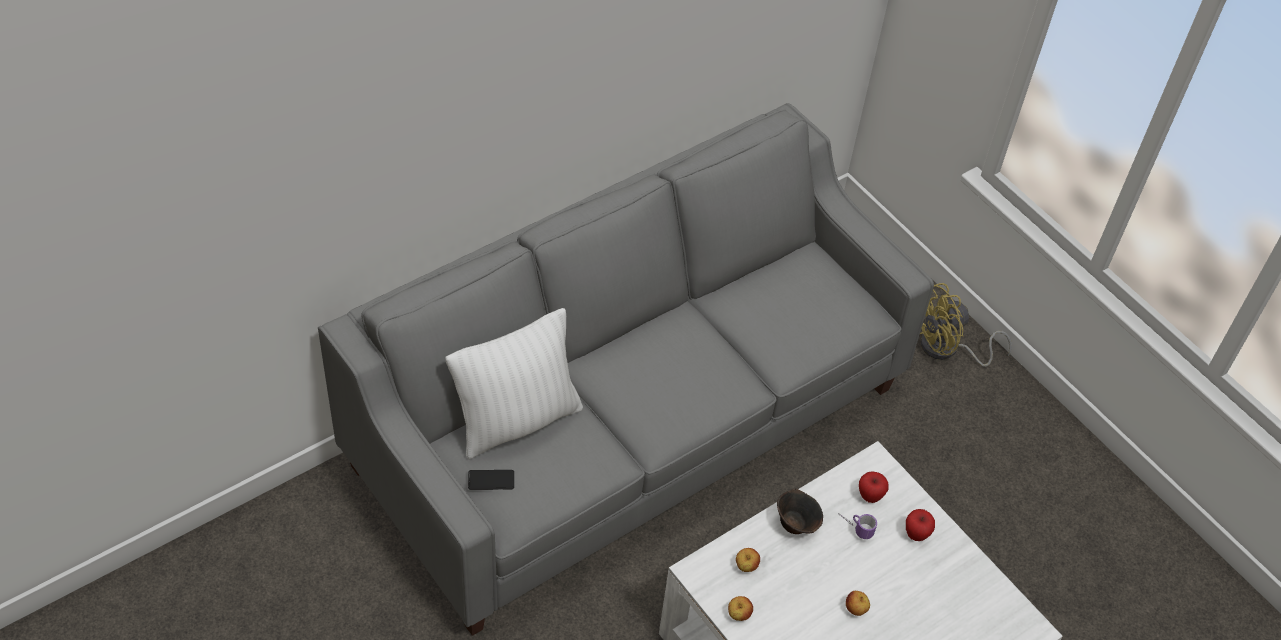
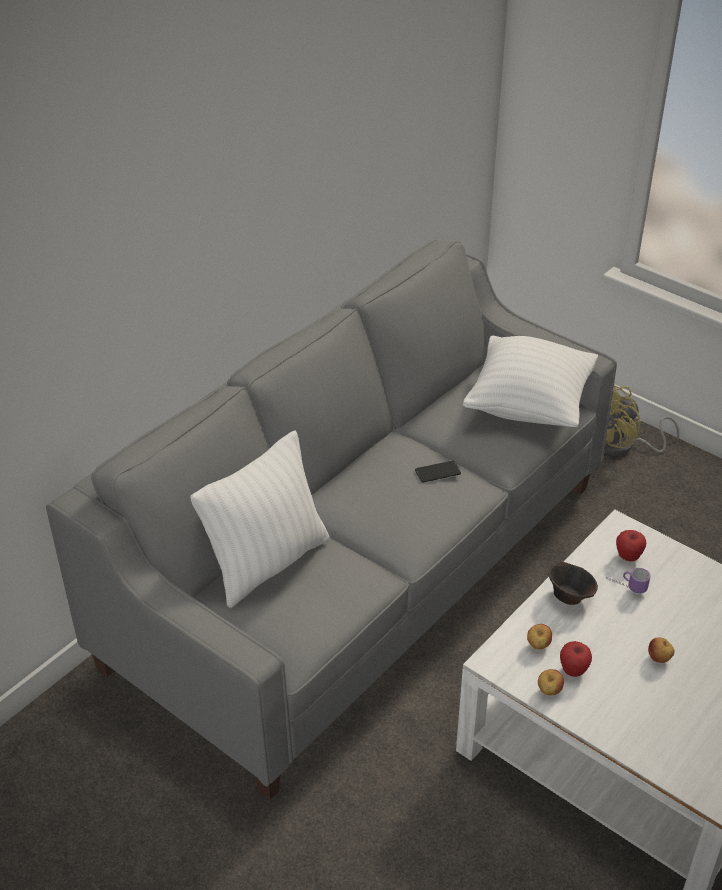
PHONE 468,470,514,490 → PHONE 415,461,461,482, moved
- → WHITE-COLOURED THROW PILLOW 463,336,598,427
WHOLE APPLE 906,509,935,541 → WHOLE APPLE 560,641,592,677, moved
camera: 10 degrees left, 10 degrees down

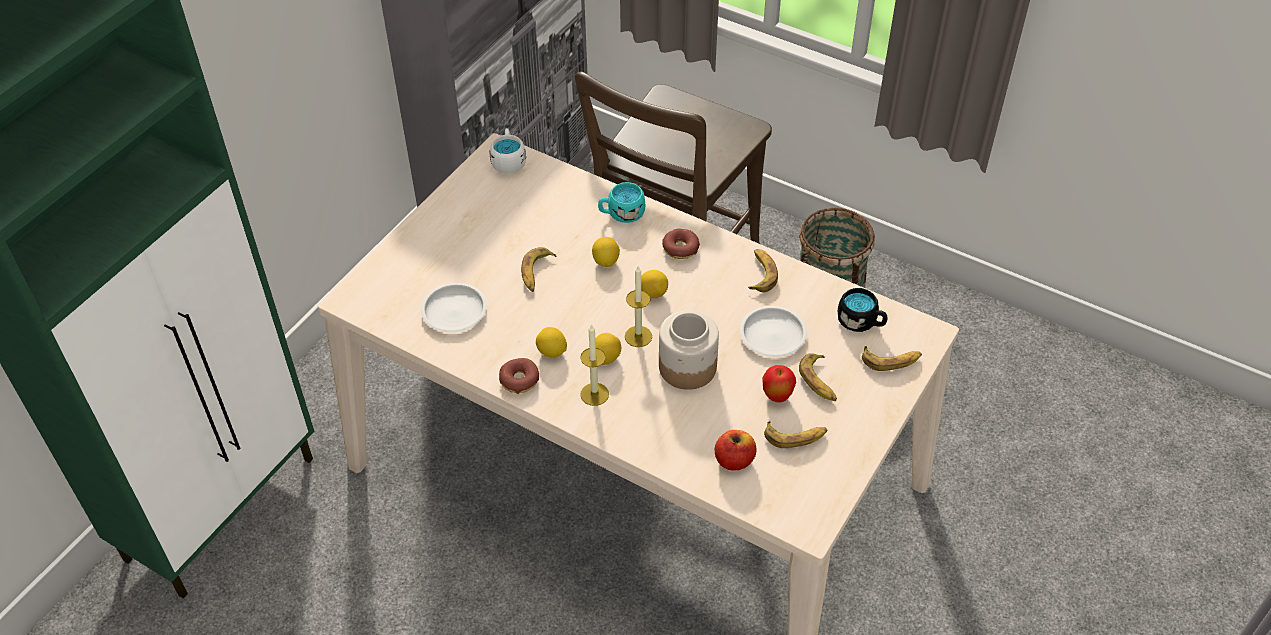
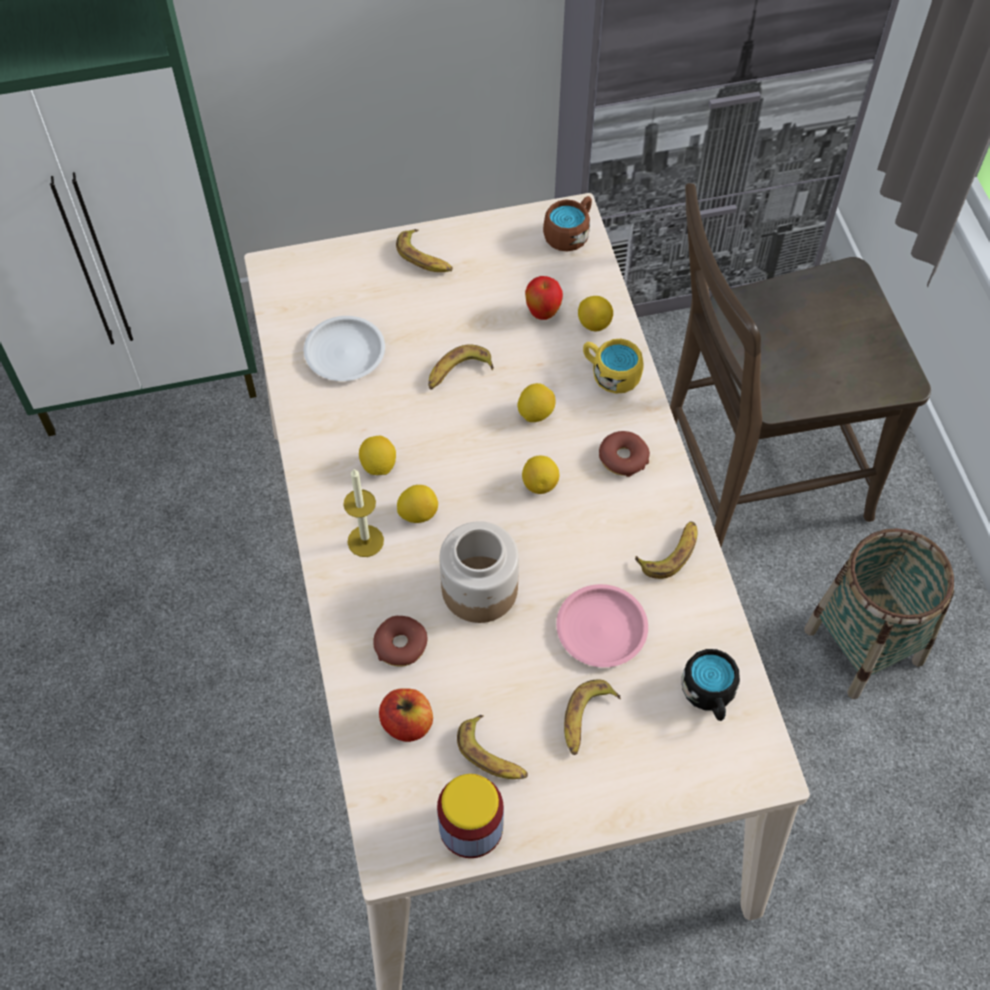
RING DOUGHNUT 499,358,539,394 → RING DOUGHNUT 373,616,428,667, moved
BANANA FRUIT 862,346,922,371 → BANANA FRUIT 396,229,453,272, moved
- → JAR 437,774,504,858
WHOLE APPLE 762,365,796,403 → WHOLE APPLE 525,276,563,320, moved
WHITE-COLOURED TEA MUG 490,128,526,174 → BROWN-COLOURED TEA MUG 543,196,592,251
WHITE-COLOURED FLAT DISH 740,306,807,357 → PINKISH FLAT DISH 556,584,648,667
- → LEMON 578,296,613,331
TURQUOISE-COLOURED TEA MUG 598,182,645,223 → YELLOW-COLOURED TEA MUG 583,339,644,393
WAX LIGHT 625,266,652,347 → -
camera: 45 degrees right, 10 degrees up

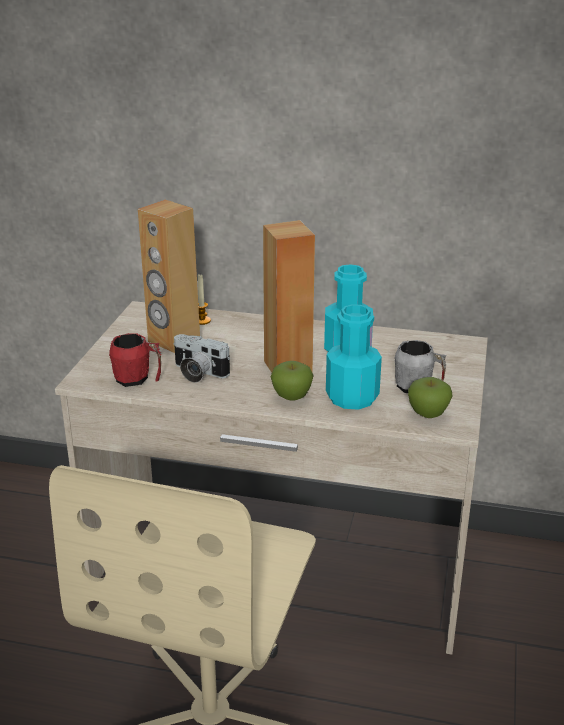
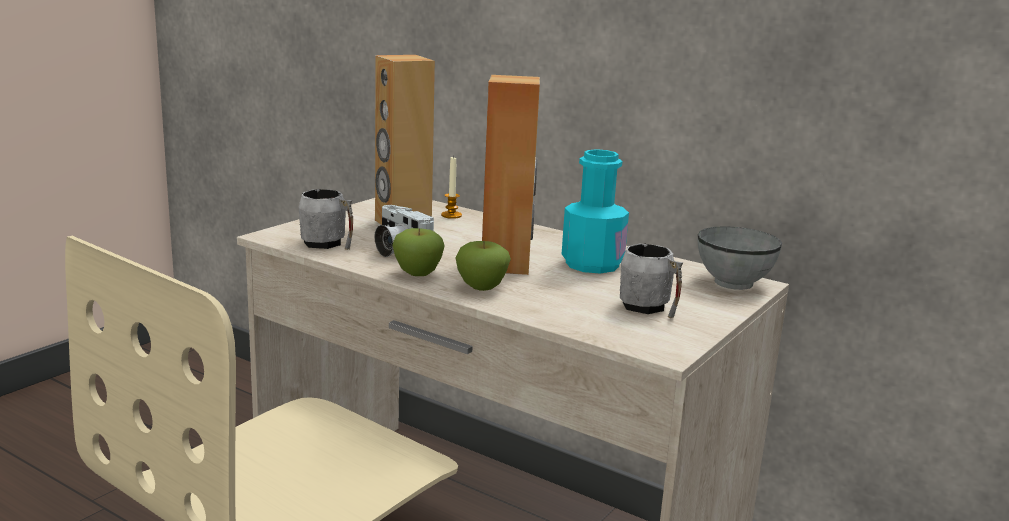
REDDISH TEA MUG 109,333,161,387 → GREYISH TEA MUG 299,189,353,250
WHOLE APPLE 408,377,452,418 → WHOLE APPLE 392,228,445,276, moved
- → GREYISH BOWL 698,226,782,290
TURQUOISE-COLOURED BOTTLE 326,304,382,410 → -
camera: 20 degrees right, 10 degrees down

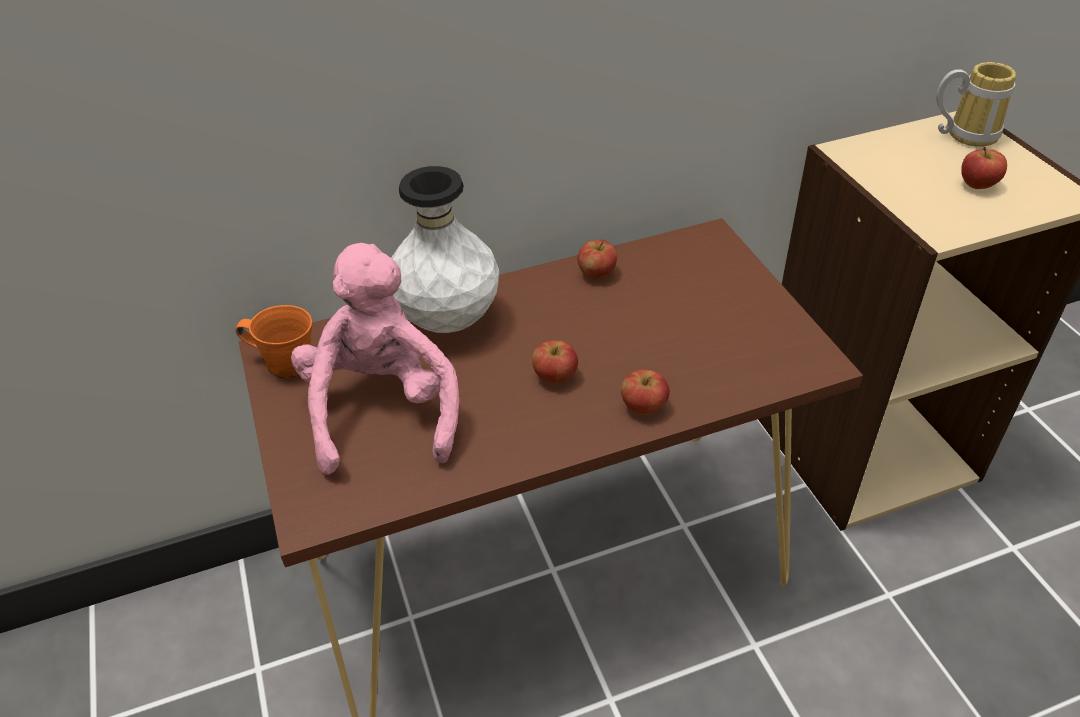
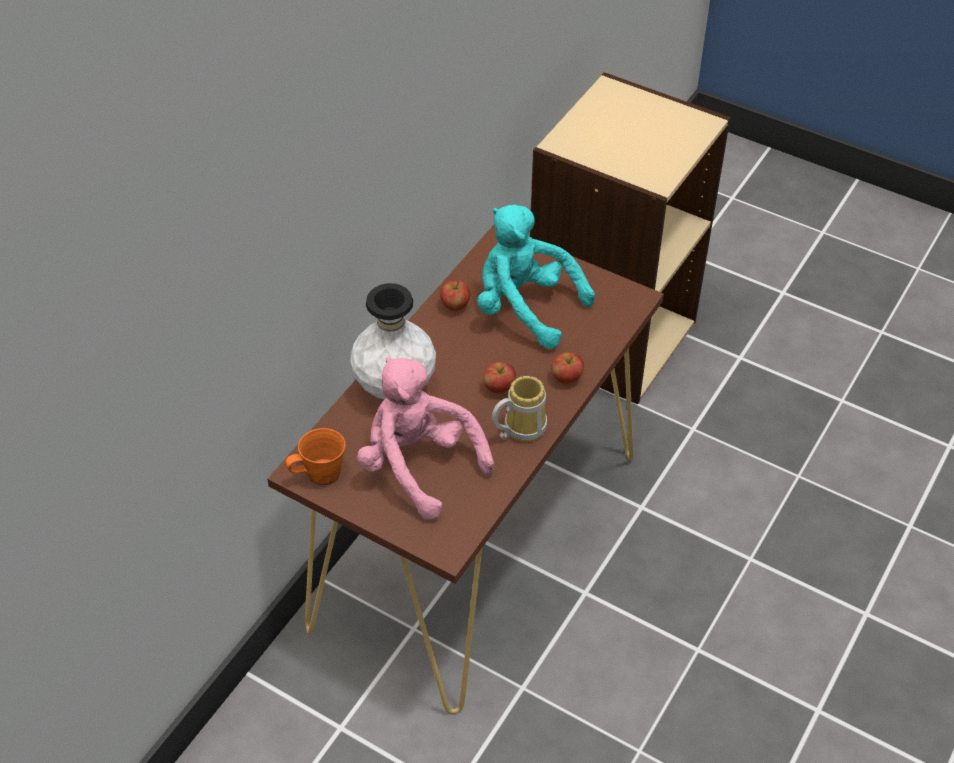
- → TURQUOISE-COLOURED CUDDLY TOY 477,204,595,349
TEA MUG 936,62,1016,147 → TEA MUG 492,376,547,442, moved
WHOLE APPLE 961,147,1007,189 → -
camera: 40 degrees left, 5 degrees up

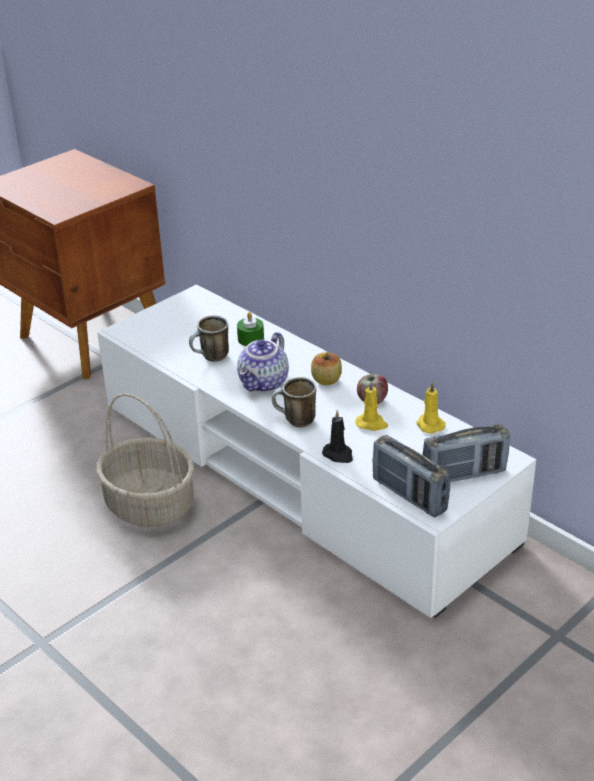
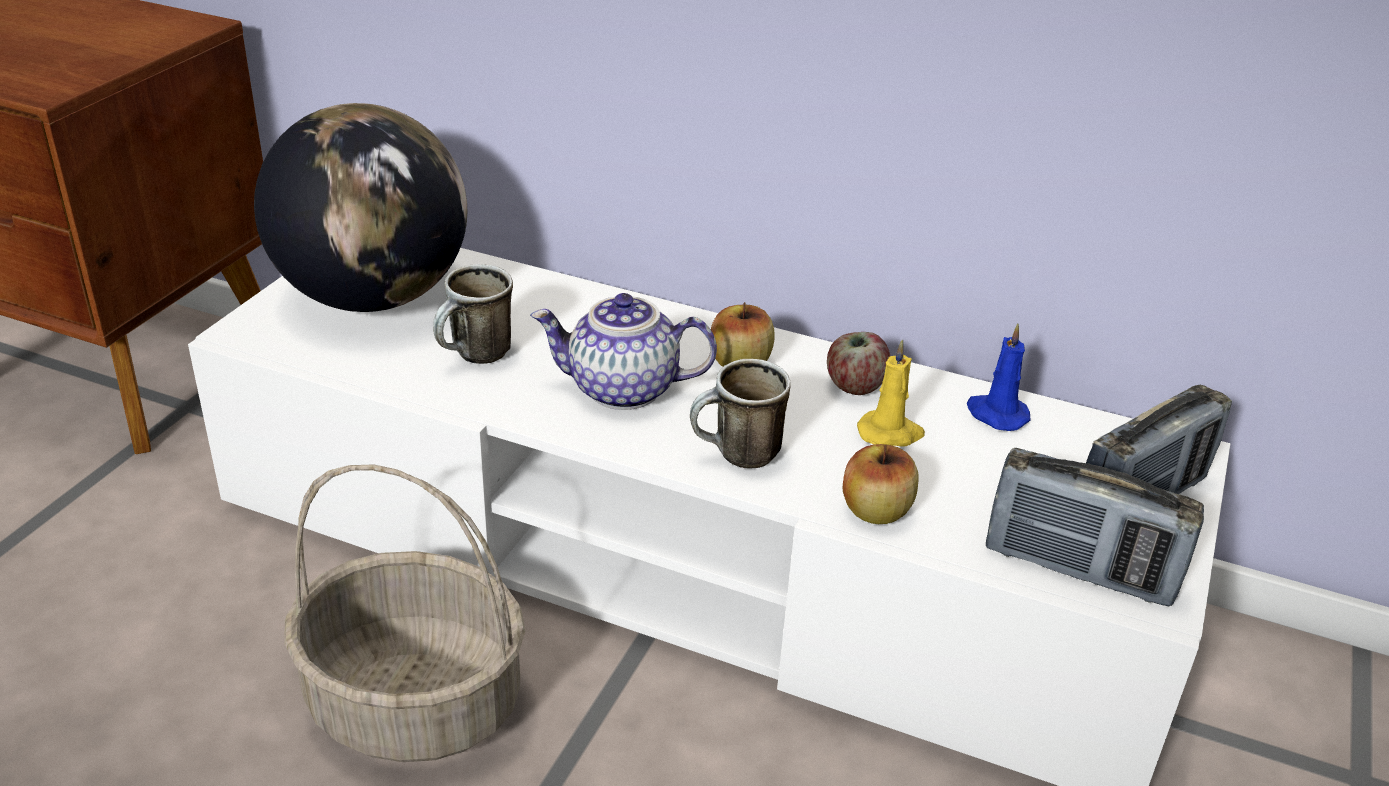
- → WORLD GLOBE 254,103,467,312
POT FOR TEA 237,332,289,392 → POT FOR TEA 530,293,717,410, 90 degrees clockwise
BLACK-COLOURED WAX LIGHT 322,410,353,463 → WHOLE APPLE 843,444,919,524
YELLOW-COLOURED WAX LIGHT 416,381,446,433 → BLUE-COLOURED WAX LIGHT 967,323,1030,431
GREEN WAX LIGHT 237,312,264,346 → -
camera: 25 degrees left, 0 degrees up

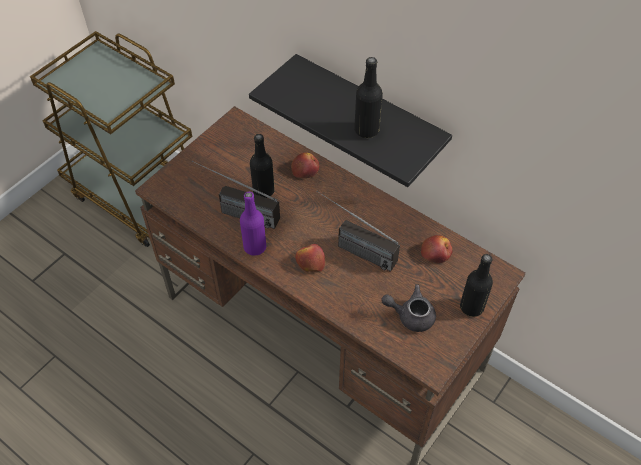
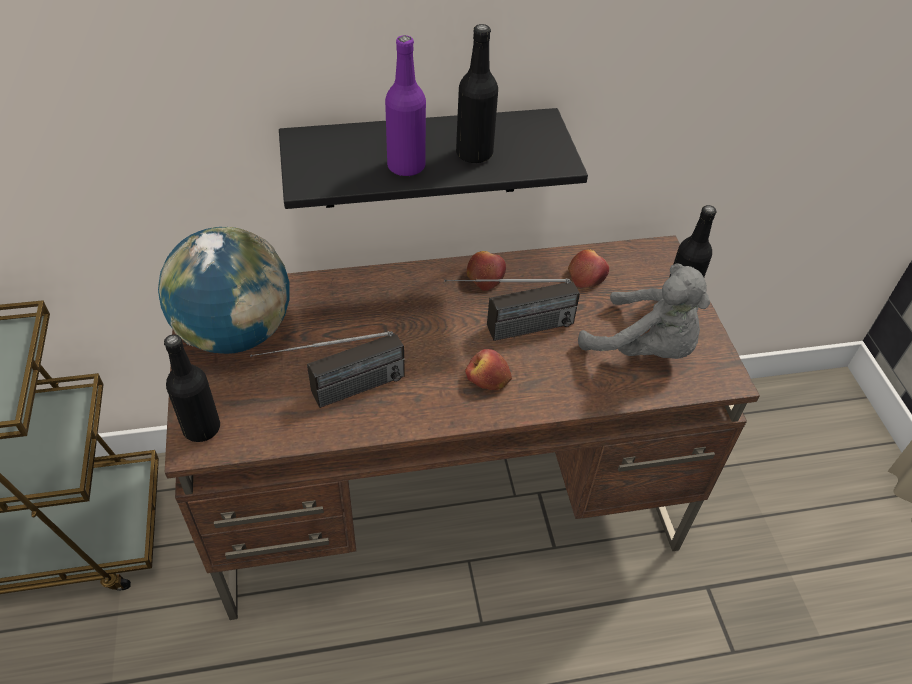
- → WORLD GLOBE 158,227,290,354
BLACK-COLOURED BOTTLE 250,134,275,198 → BLACK-COLOURED BOTTLE 164,334,220,442, moved
PURPLE-COLOURED BOTTLE 240,192,266,256 → PURPLE-COLOURED BOTTLE 385,35,426,176, moved
WHOLE APPLE 291,152,319,178 → WHOLE APPLE 467,251,506,291, moved
GREYISH POT FOR TEA 381,284,436,332 → GREYISH CUDDLY TOY 578,263,710,359
camera: 50 degrees left, 5 degrees down

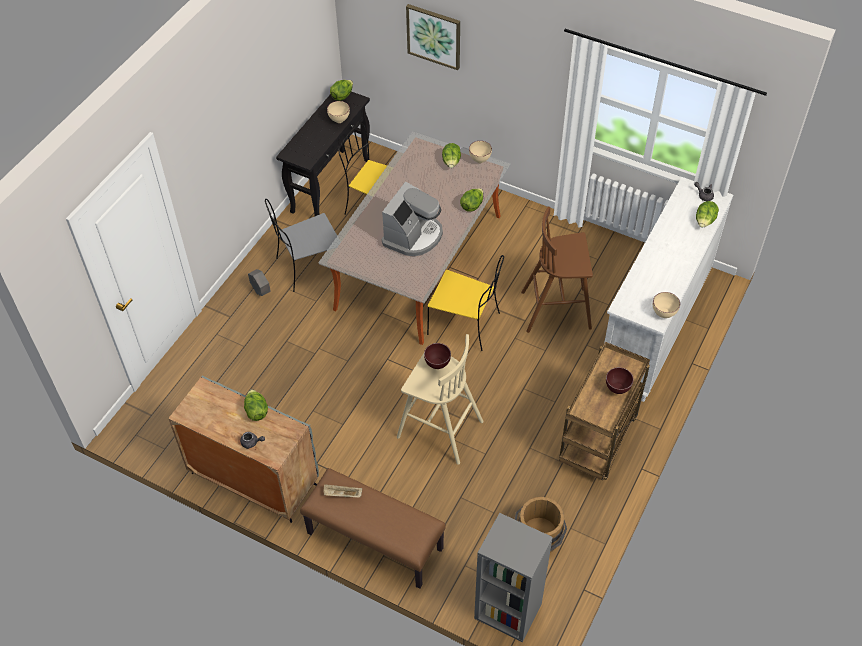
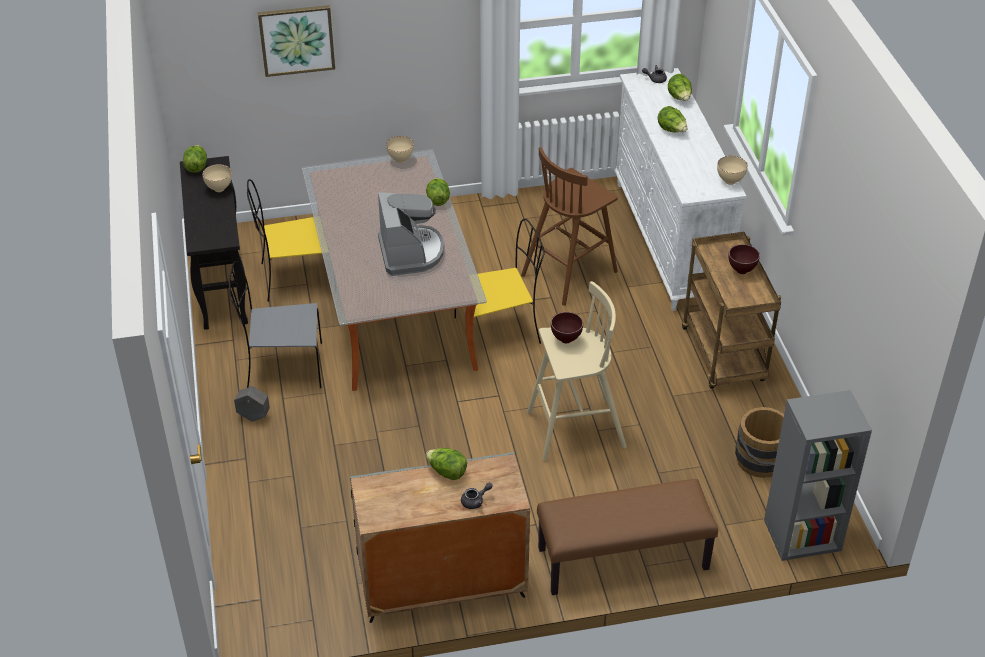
GREYISH UPRIGHT CHAIR 265,199,346,292 → GREYISH UPRIGHT CHAIR 229,261,322,388, 60 degrees clockwise
LETTUCE 442,143,461,168 → LETTUCE 658,106,687,132, moved
BEIGE CARRYING TRAY 324,484,362,498 → -
camera: 40 degrees left, 10 degrees down

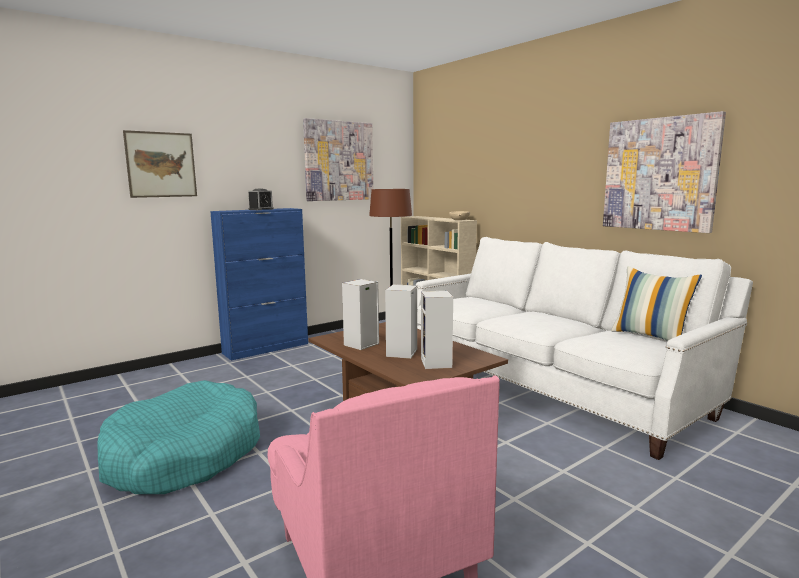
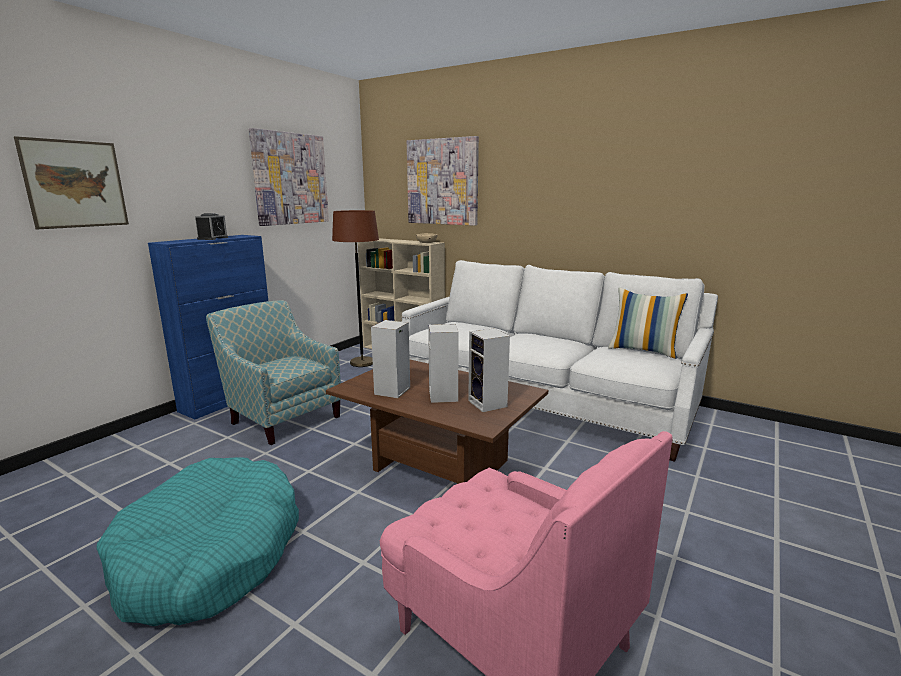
- → LOUNGE CHAIR 206,300,342,445
WALL PICTURE 603,111,726,233 → WALL PICTURE 407,136,479,226, moved
camera: 20 degrees left, 5 degrees up

